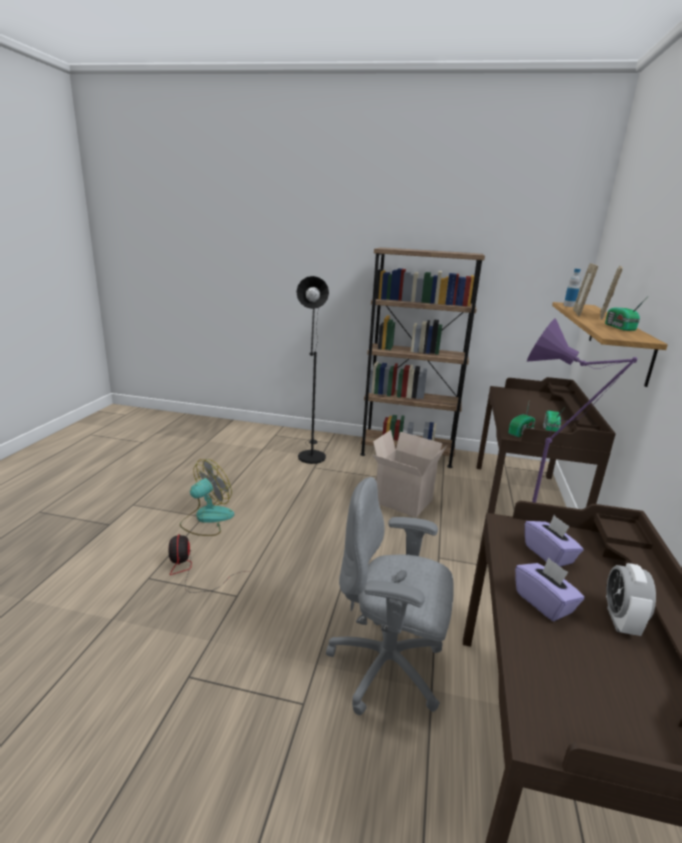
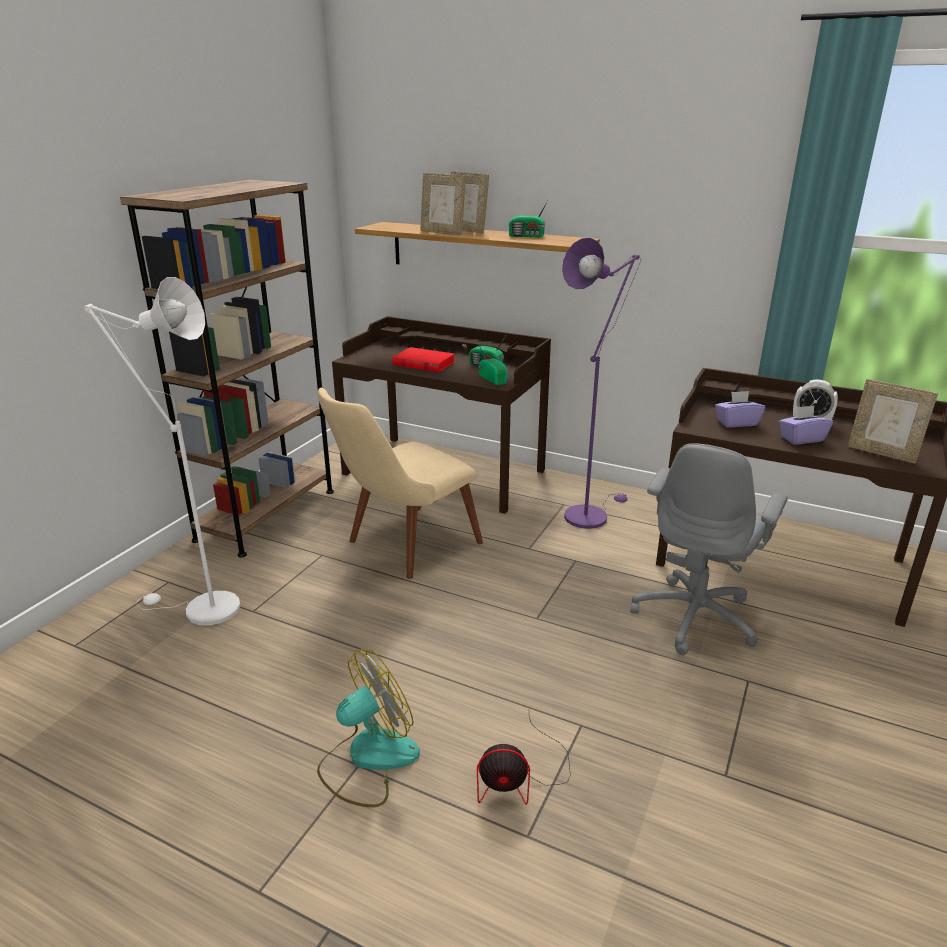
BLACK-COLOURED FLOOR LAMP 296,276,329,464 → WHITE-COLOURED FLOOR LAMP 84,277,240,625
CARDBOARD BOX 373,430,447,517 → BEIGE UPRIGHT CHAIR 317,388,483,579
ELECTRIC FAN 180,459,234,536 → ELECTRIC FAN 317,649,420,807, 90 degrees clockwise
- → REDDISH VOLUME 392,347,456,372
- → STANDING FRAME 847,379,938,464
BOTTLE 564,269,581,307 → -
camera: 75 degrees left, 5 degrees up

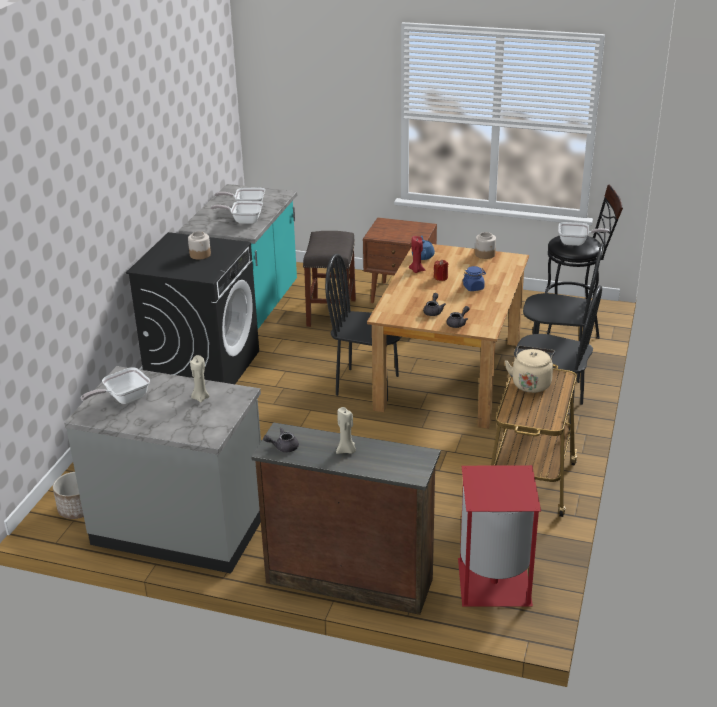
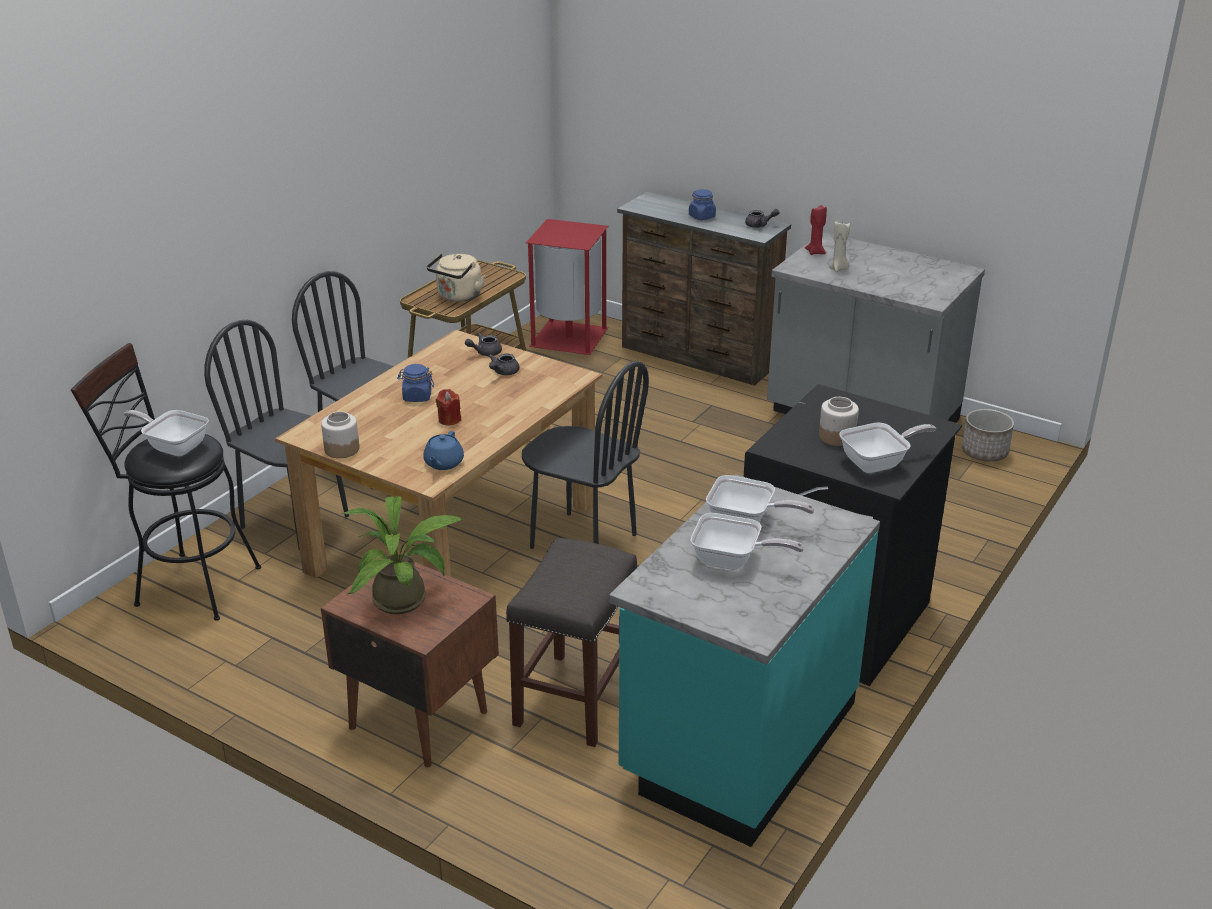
- → POTTED PLANT 342,496,464,614
BEIGE WAX LIGHT 336,407,356,454 → BLUE-COLOURED JAR 689,189,716,220
REDDISH WAX LIGHT 409,236,425,273 → REDDISH WAX LIGHT 805,205,827,255, moved
FRYING PAN 80,367,150,404 → FRYING PAN 839,422,936,473, moved
camera: 165 degrees left, 0 degrees up

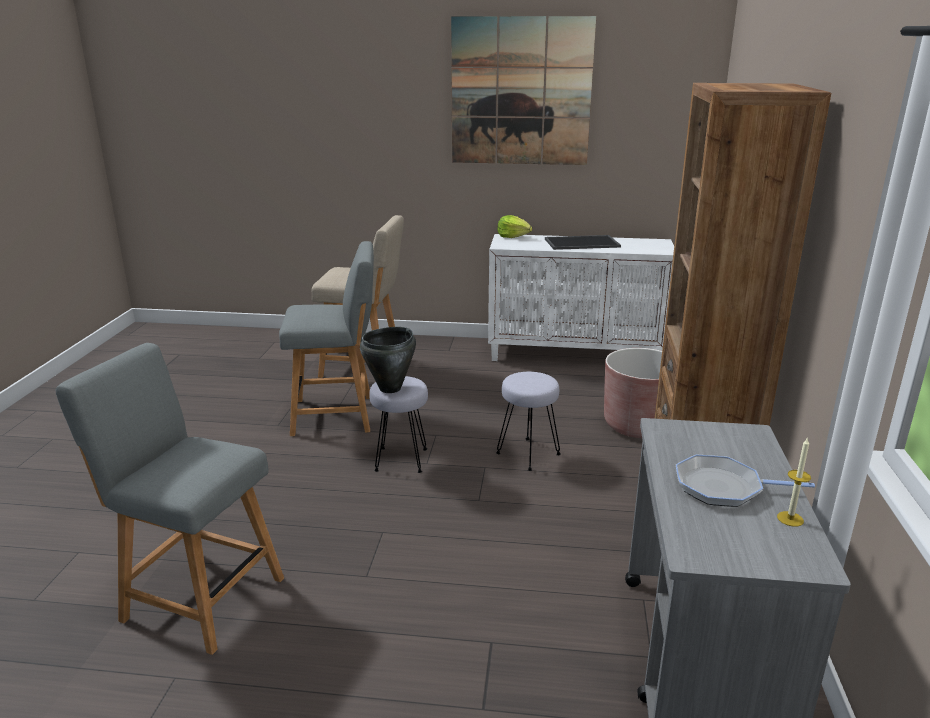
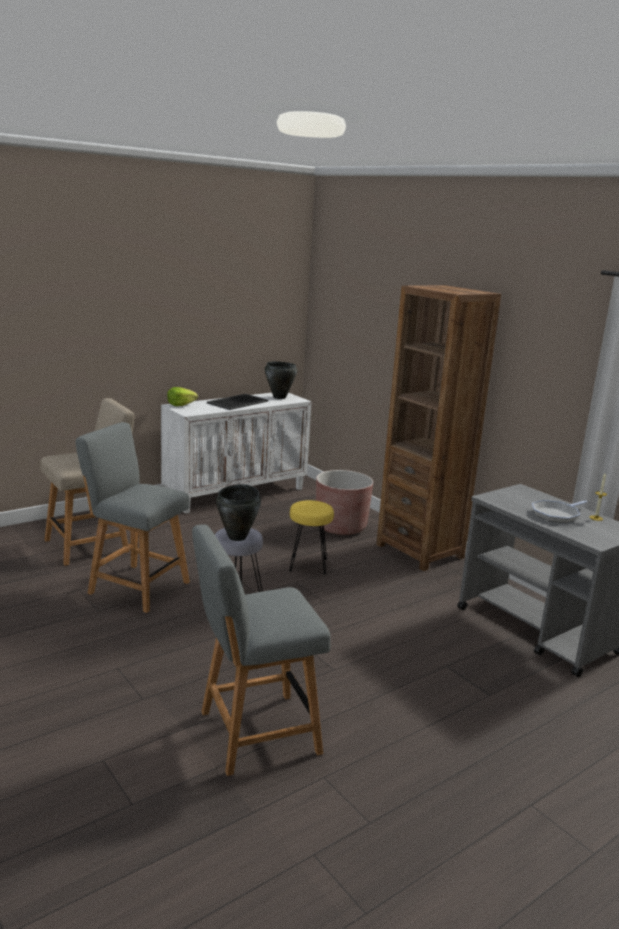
GREYISH UPRIGHT CHAIR 279,241,374,436 → GREYISH UPRIGHT CHAIR 76,422,190,613, 105 degrees counterclockwise
- → BLACK-COLOURED COOKING POT 265,361,297,399
GREYISH STOOL 496,372,561,471 → YELLOW-COLOURED STOOL 289,500,334,574
WALL PICTURE 451,16,596,165 → -
camera: 45 degrees left, 5 degrees down

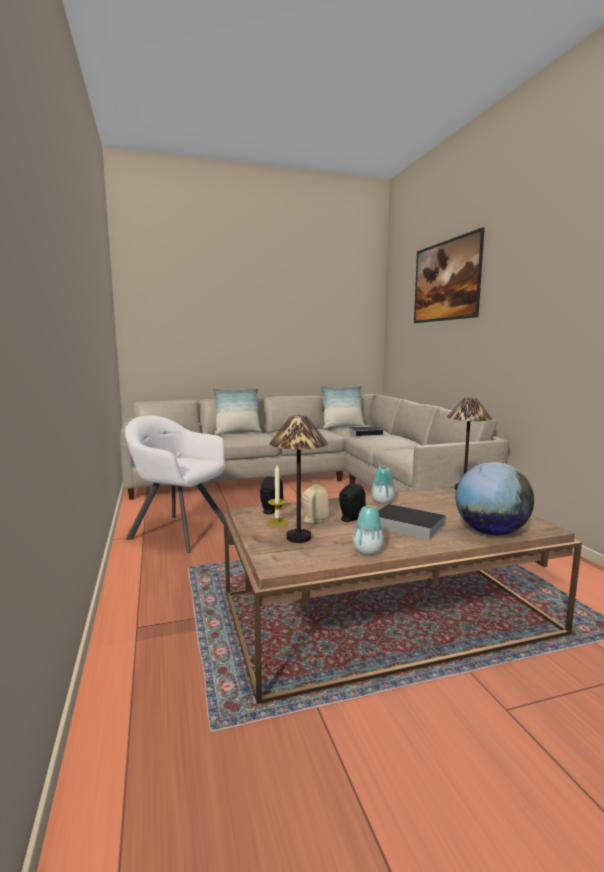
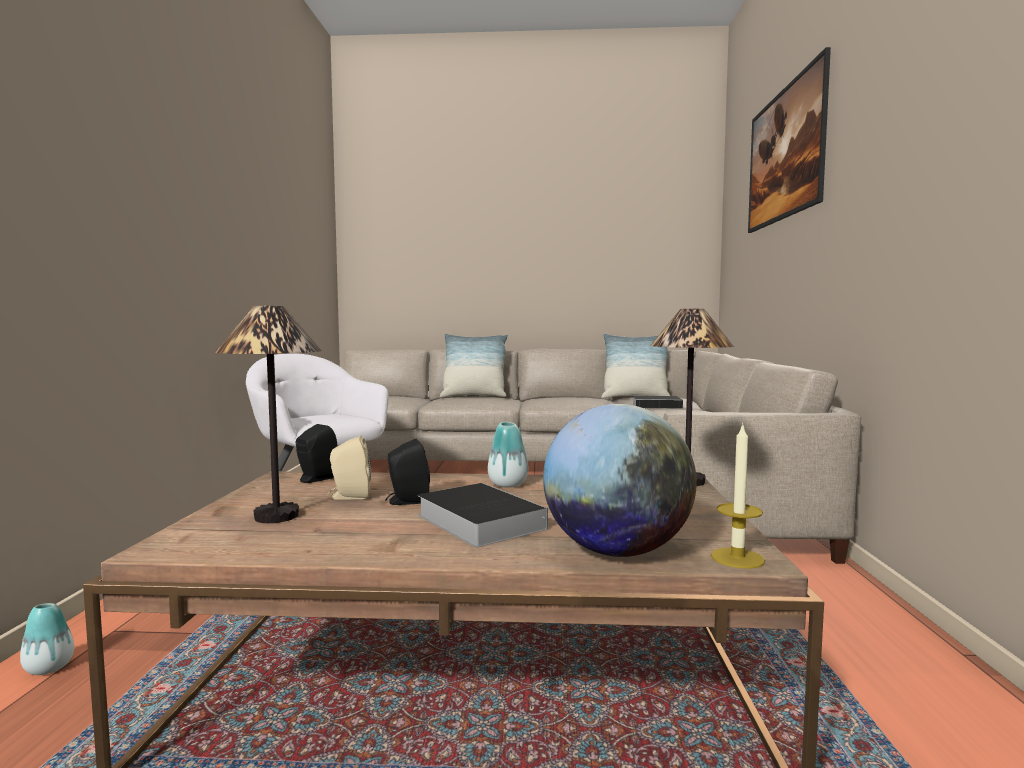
VASE 353,506,384,555 → VASE 20,603,74,675, moved
WAX LIGHT 266,465,289,527 → WAX LIGHT 711,423,765,569, moved
camera: 20 degrees right, 5 degrees down

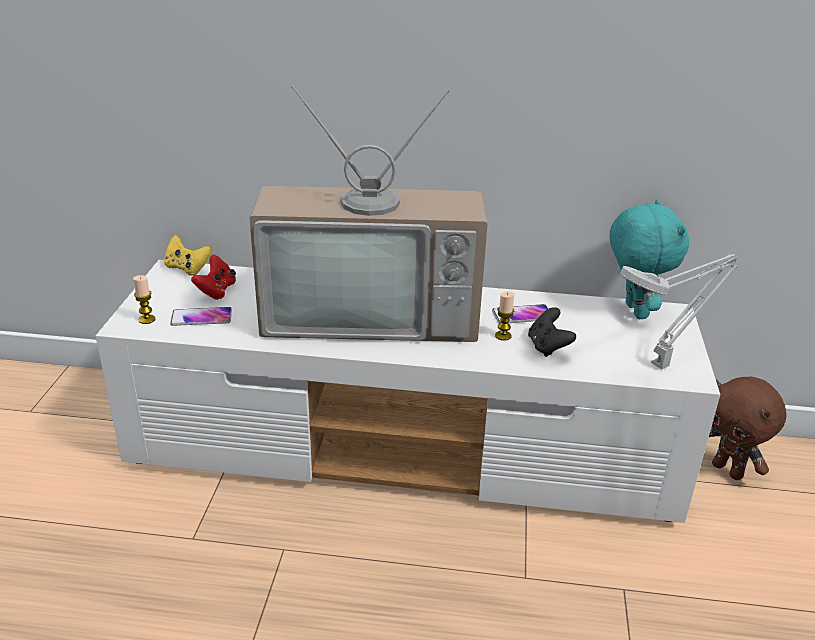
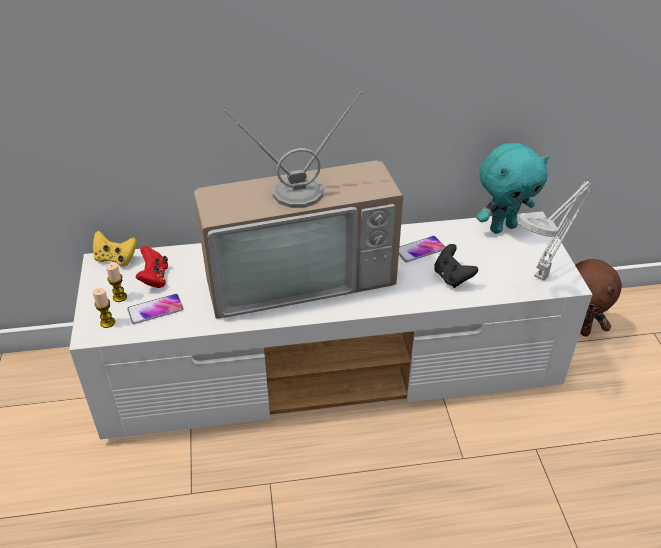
WAX LIGHT 495,291,514,341 → WAX LIGHT 106,263,127,302, moved
TURQUOISE-COLOURED CUDDLY TOY 610,200,689,319 → TURQUOISE-COLOURED CUDDLY TOY 477,143,549,234, 90 degrees clockwise
camera: 15 degrees left, 10 degrees up

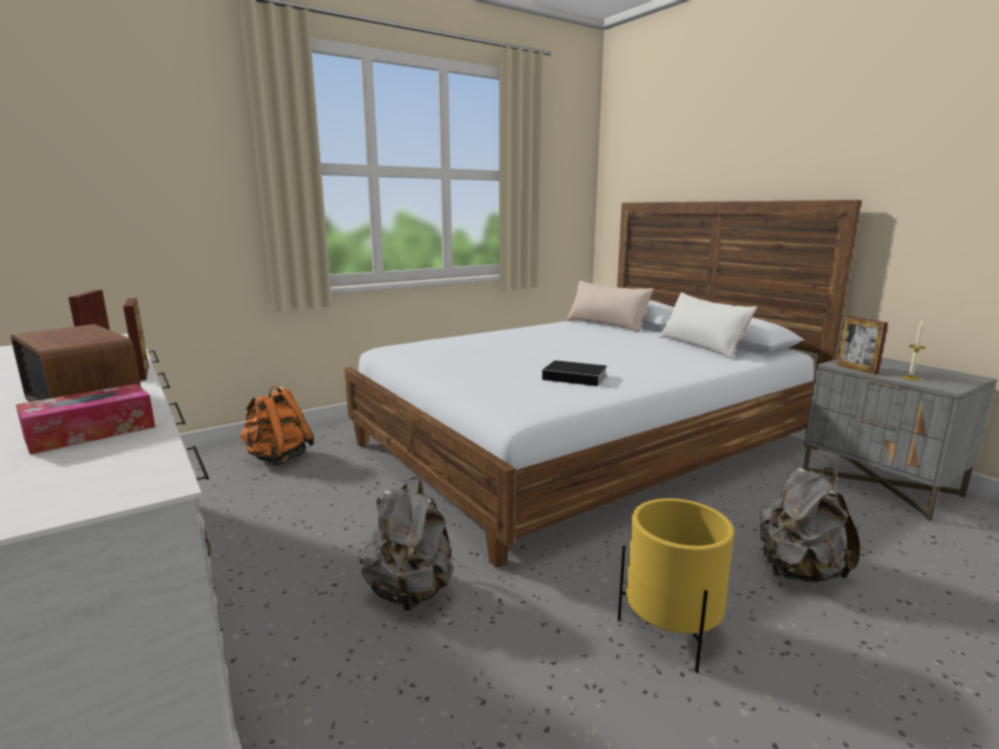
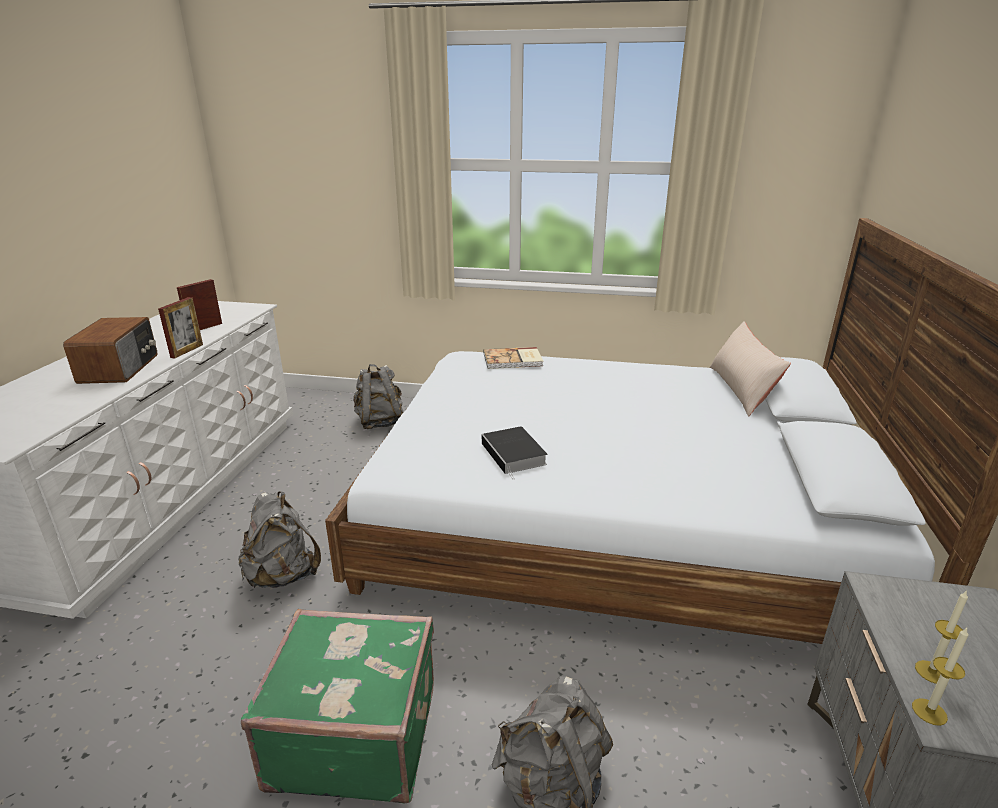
YELLOW-COLOURED PLANT POT 618,498,734,673 → GREEN PIECE OF LUGGAGE 241,609,434,803
ORANGEY RUCKSACK 240,386,314,466 → GREYISH RUCKSACK 353,364,404,429
- → VOLUME 484,347,543,369
- → WAX LIGHT 912,628,968,726
BOX OF TISSUES 16,383,155,455 → -
WHITE-COLOURED THROW PILLOW 659,292,758,359 → -
STANDING FRAME 836,316,888,375 → -
camera: 45 degrees right, 10 degrees up

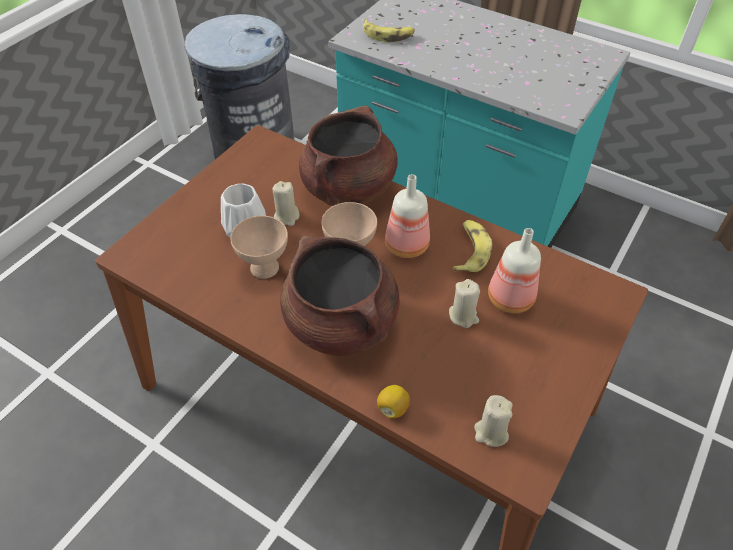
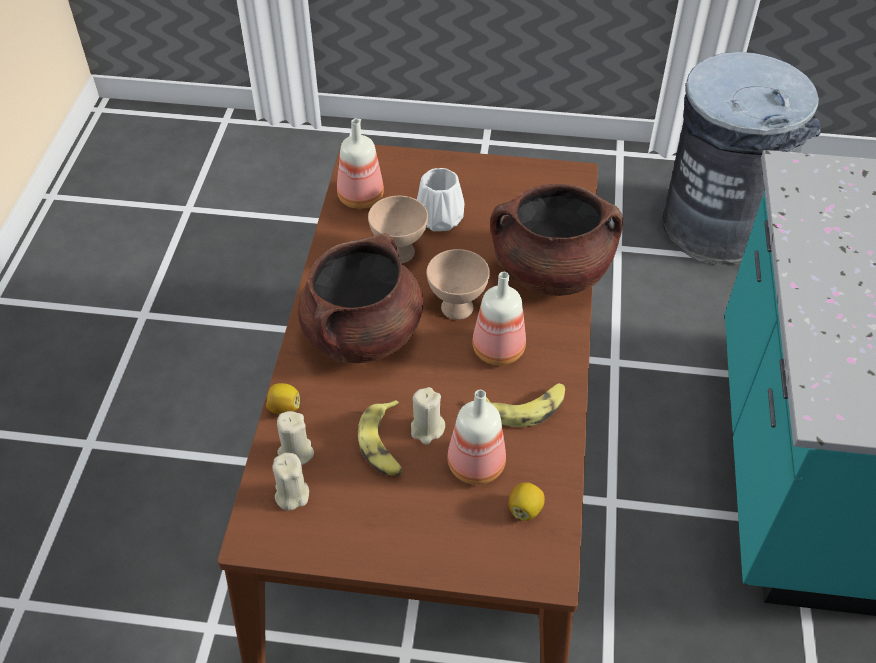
BEIGE WAX LIGHT 273,181,299,226 → BEIGE WAX LIGHT 277,411,314,465, moved
- → BOTTLE 337,119,384,209
BANANA FRUIT 363,19,415,42 → BANANA FRUIT 358,400,403,476, moved
- → LEMON 509,482,545,521
camera: 65 degrees right, 0 degrees up

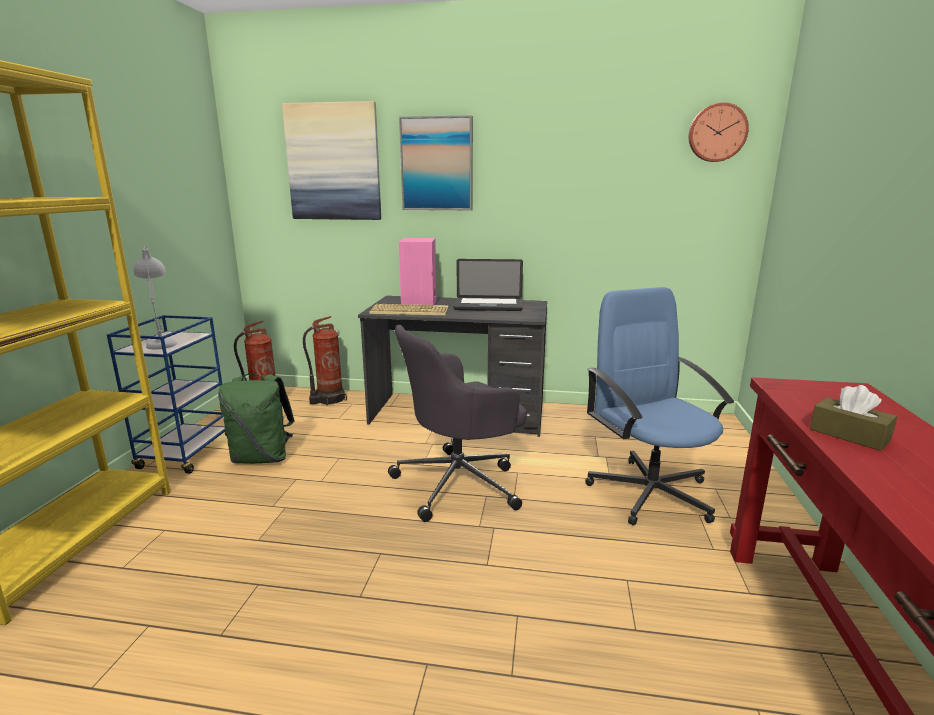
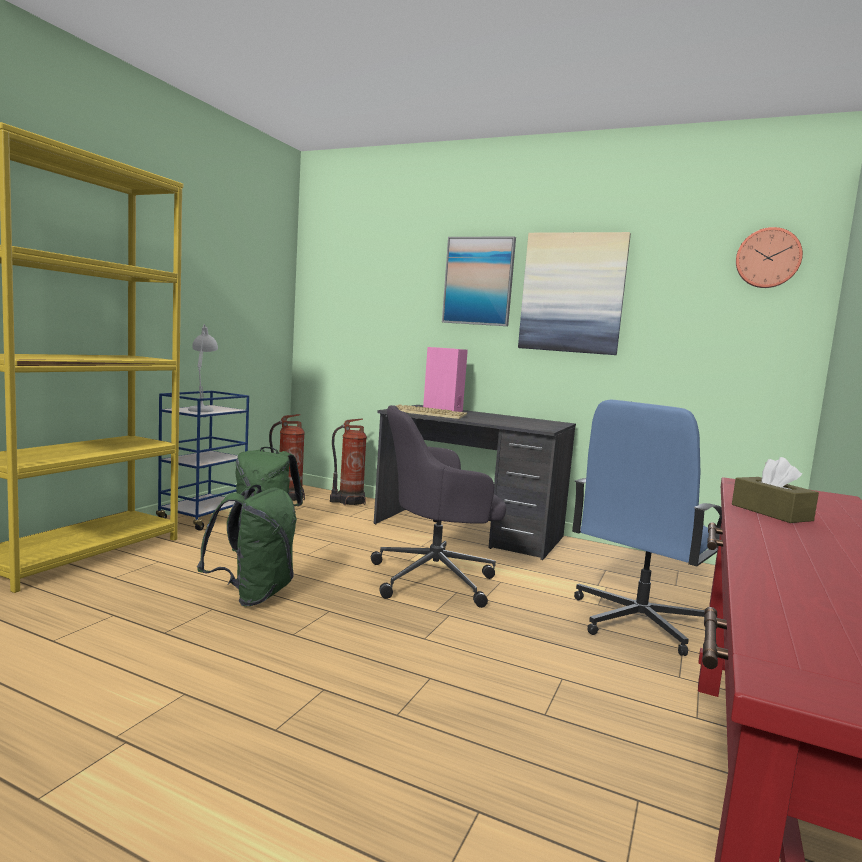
- → GREEN RUCKSACK 197,485,297,606
WALL PICTURE 282,101,381,220 → WALL PICTURE 518,232,631,355, moved
BLUE-COLOURED COMPUTER CHAIR 585,287,734,526 → BLUE-COLOURED COMPUTER CHAIR 572,399,722,656, 135 degrees counterclockwise
NOTEBOOK COMPUTER 454,259,523,311 → -
camera: 15 degrees right, 10 degrees down

